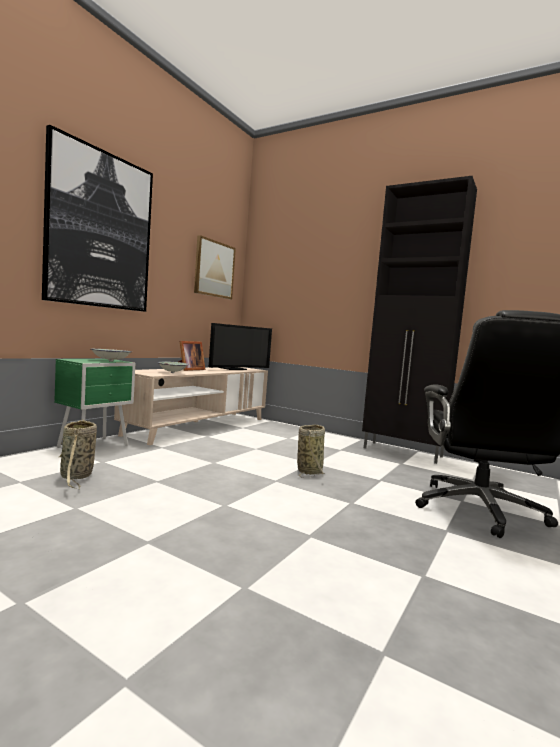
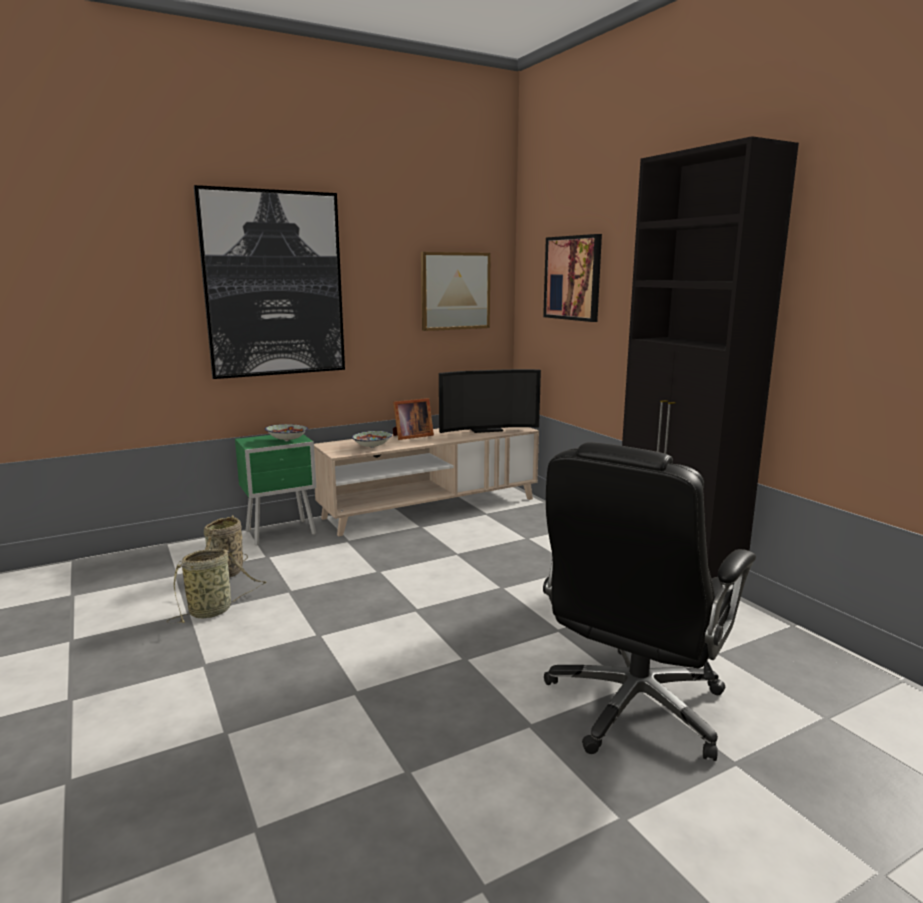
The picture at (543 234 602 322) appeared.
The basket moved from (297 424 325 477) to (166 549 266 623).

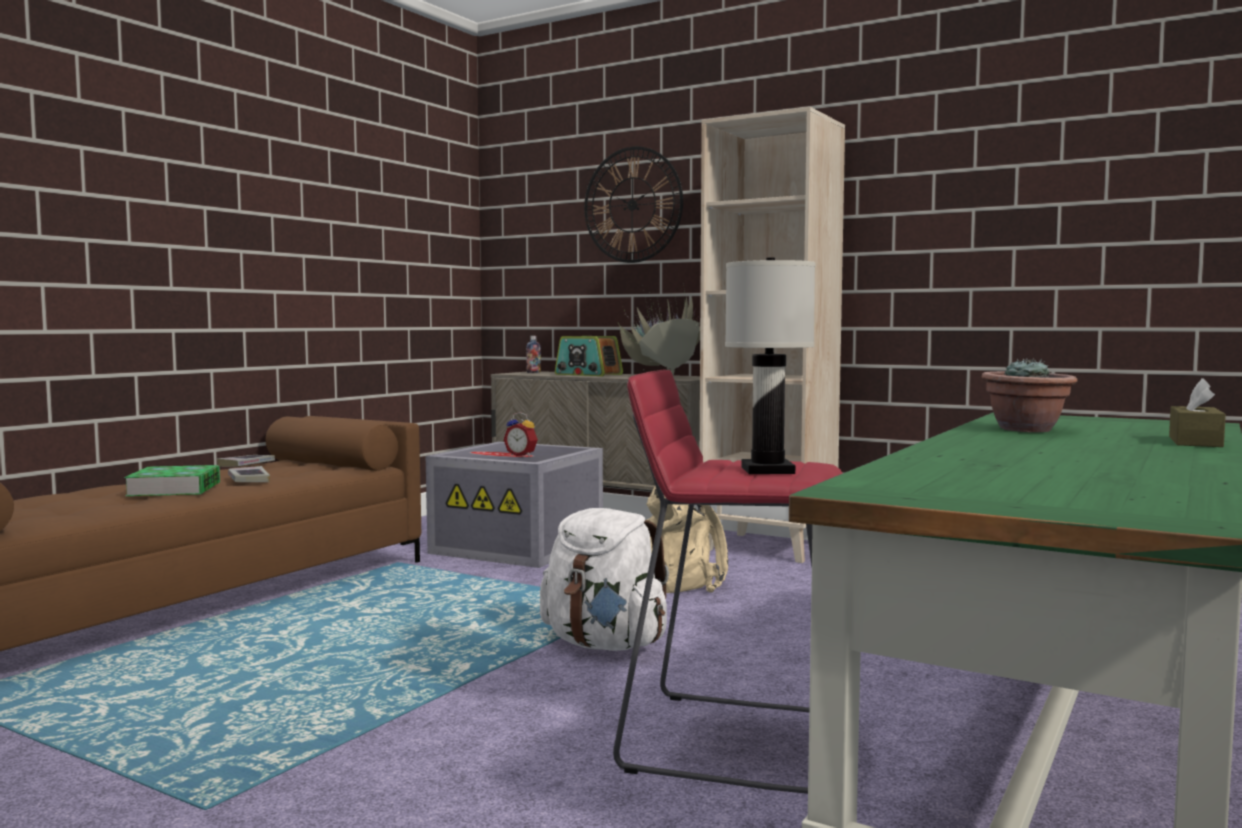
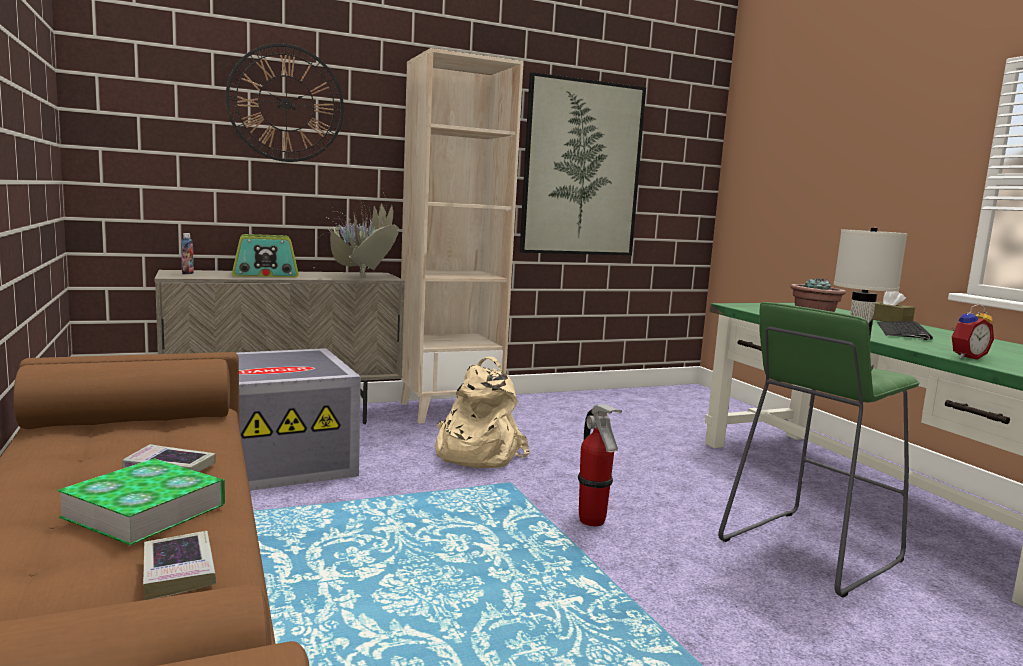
The picture at (519 72 646 255) appeared.
The keyboard at (877 321 933 340) appeared.
The book moved from (217 455 275 467) to (143 531 216 600).
The alarm clock moved from (504 412 538 457) to (952 304 994 360).
The white backpack at (540 508 669 651) was replaced by the fire extinguisher at (578 404 622 526).
The red stool at (613 370 842 794) became the green stool at (718 302 920 598).

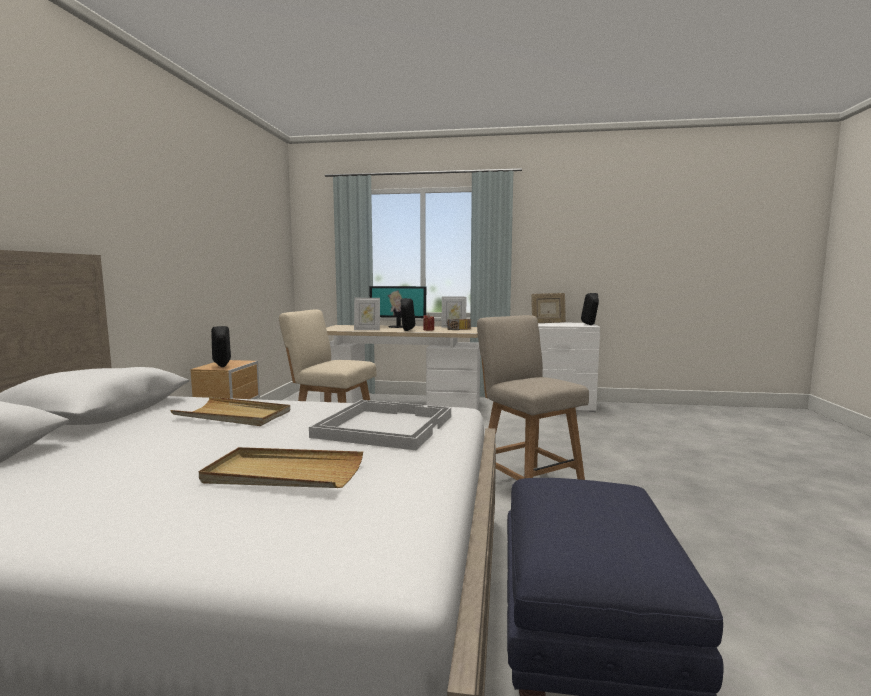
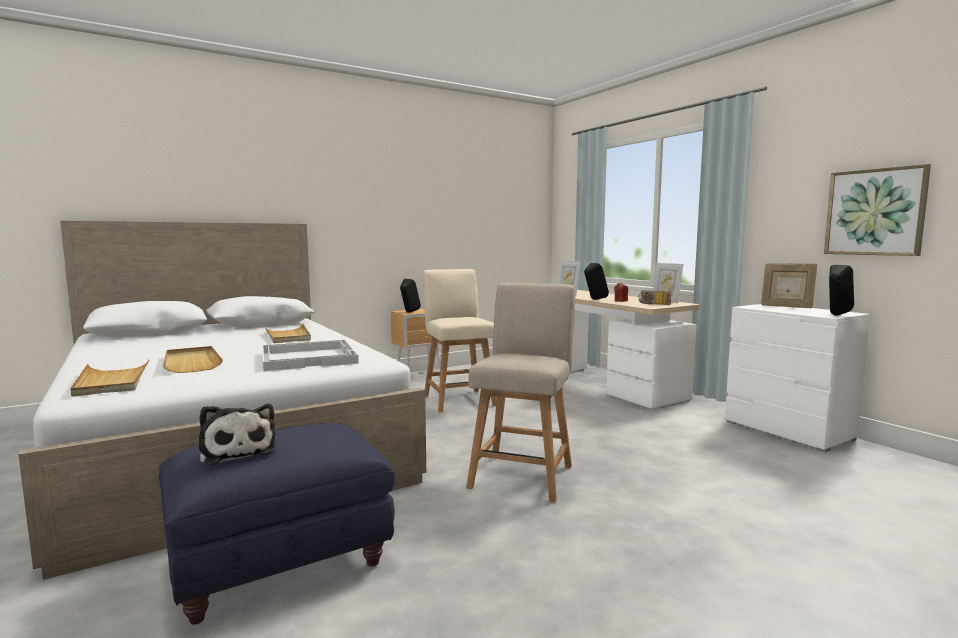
The monitor at (370 286 426 328) disappeared.
The beige tray at (70 359 150 397) appeared.
The plush toy at (199 403 276 466) appeared.
The picture at (824 164 931 256) appeared.

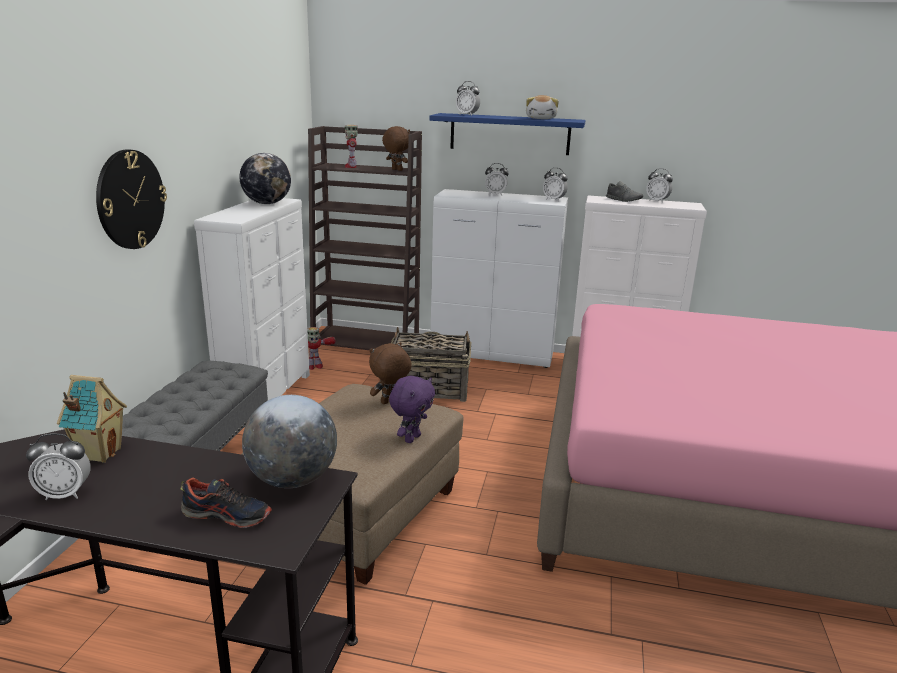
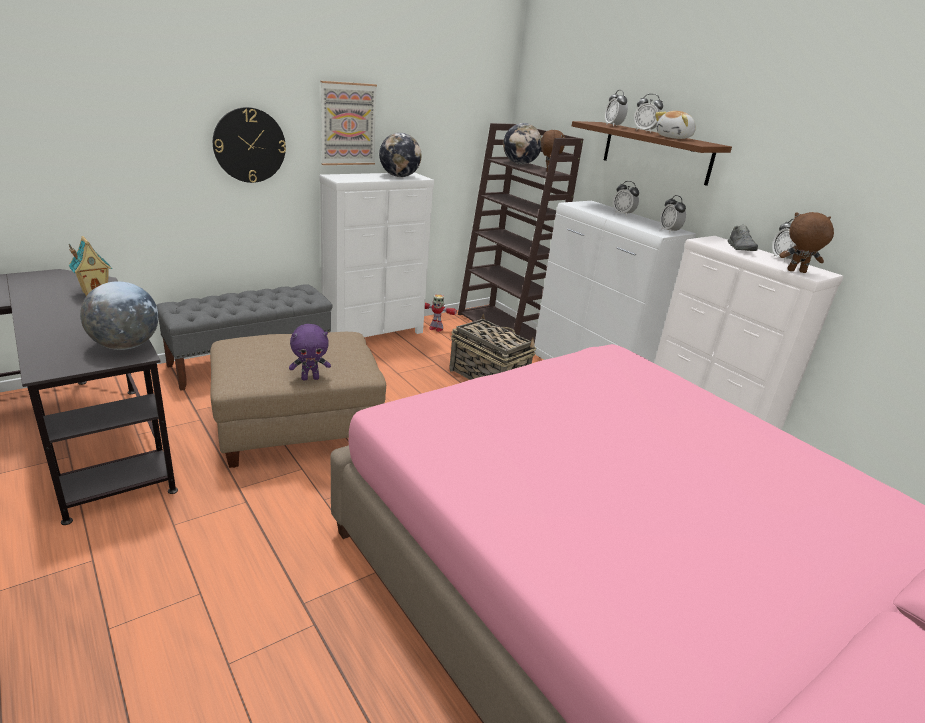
The shoe at (180 478 272 528) disappeared.
The picture at (320 81 377 165) appeared.
The alarm clock moved from (26 433 91 500) to (634 94 663 133).
The brown plush toy moved from (369 342 412 404) to (779 212 834 273).
The toy robot at (345 125 358 168) was replaced by the globe at (503 123 542 164).
The blue shelf at (429 113 586 155) became the brown shelf at (572 121 732 186).

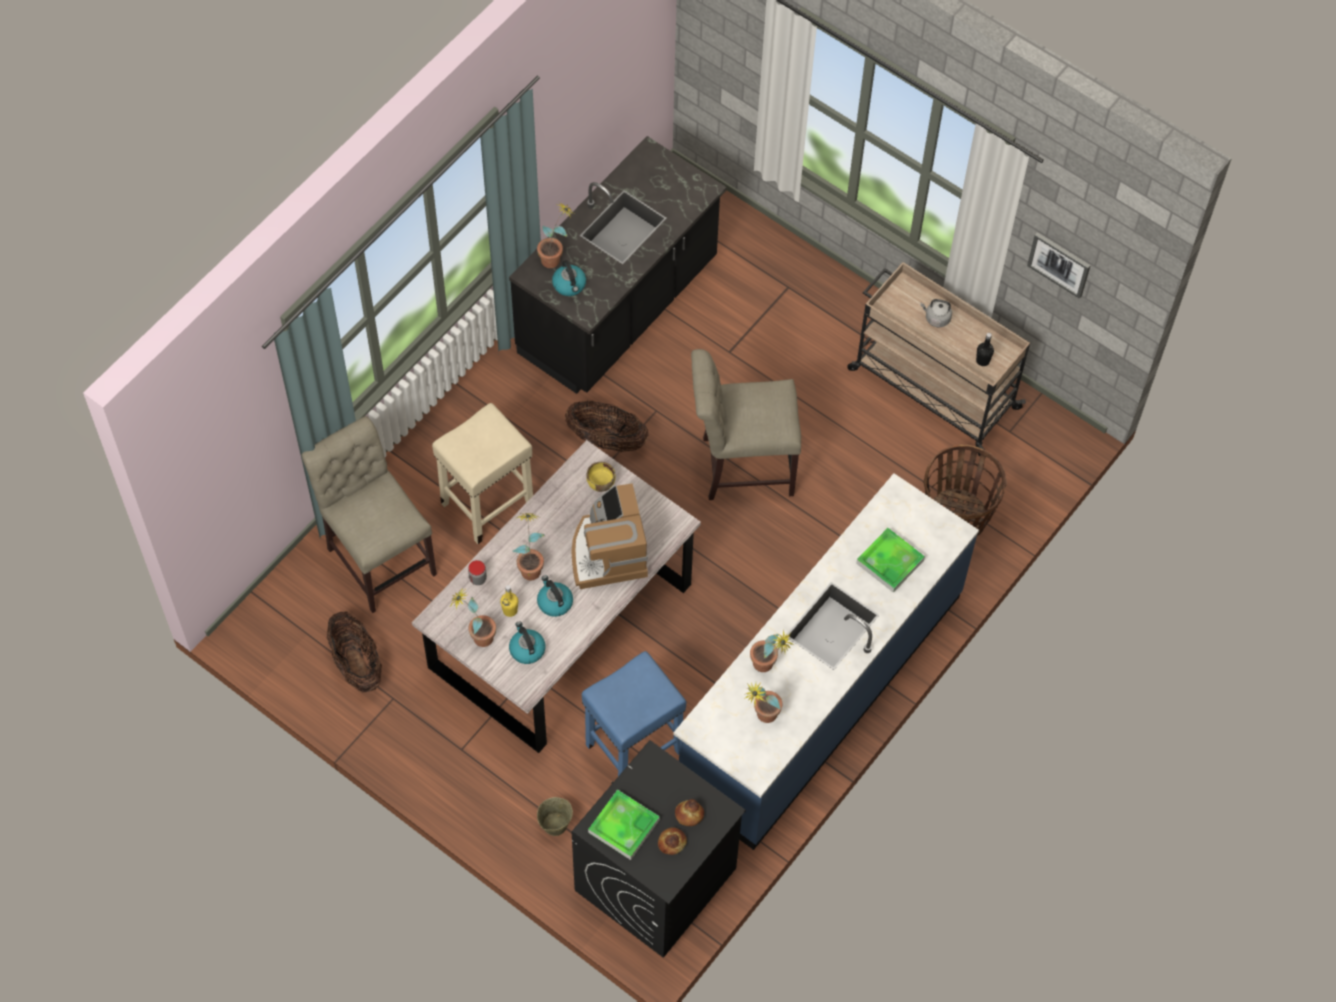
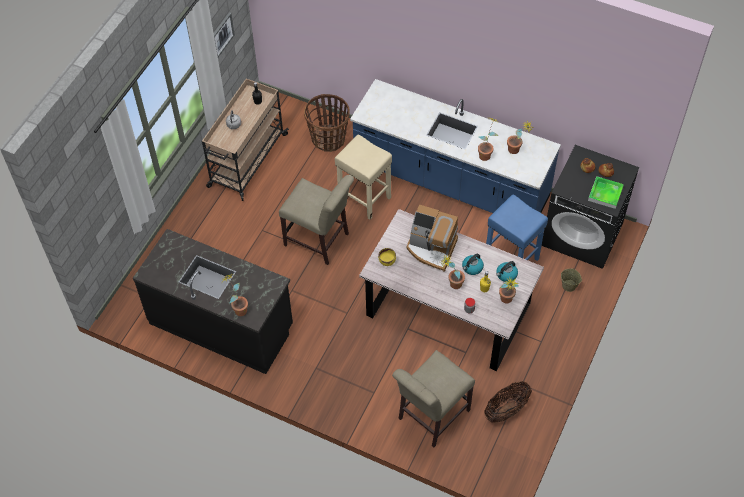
The kettle at (552 260 586 296) disappeared.
The basket at (565 401 649 452) disappeared.
The tray at (856 528 925 593) disappeared.
The beige stool moved from (432 403 533 544) to (335 135 392 220).
The coffee machine at (571 483 648 589) turned 45 degrees clockwise.
The beige chair at (691 349 801 500) turned 45 degrees counterclockwise.

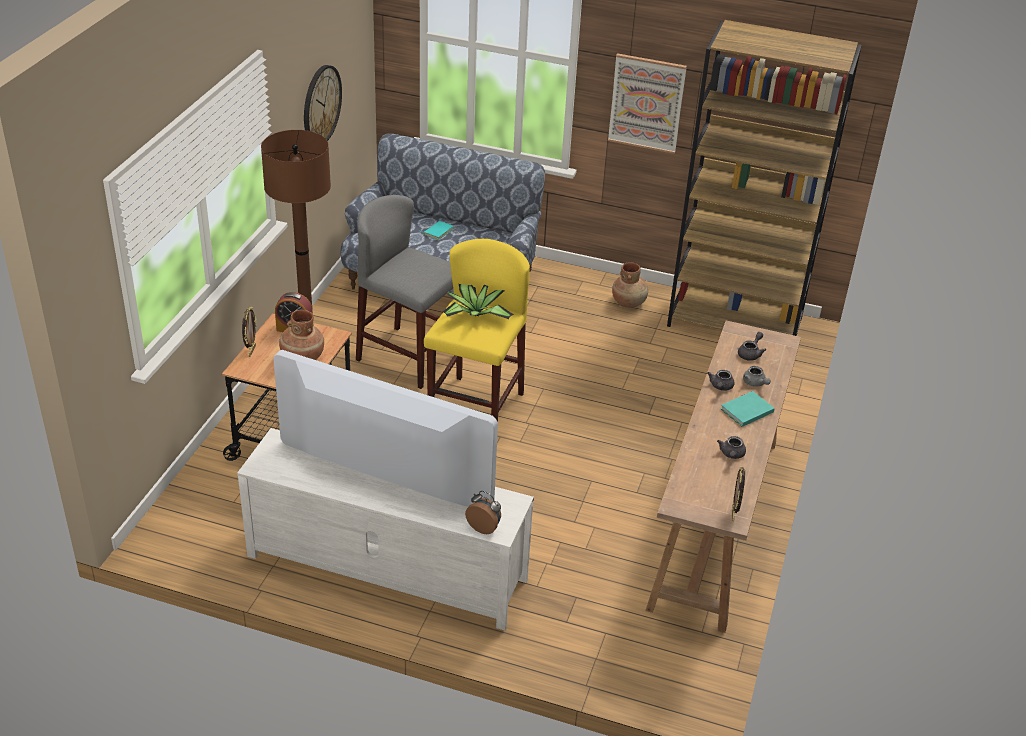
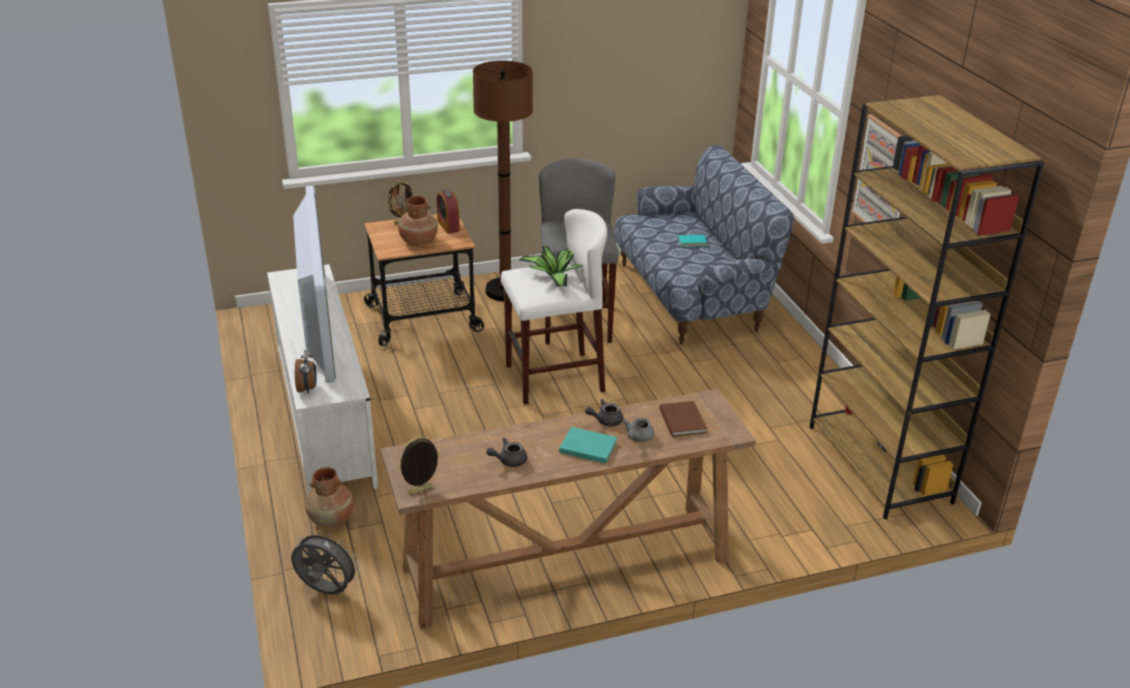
The wall clock at (304 65 342 141) disappeared.
The grey fan at (291 530 360 595) appeared.
The brown vase moved from (612 262 648 308) to (305 467 354 527).
The grey teapot at (738 332 766 361) was replaced by the brown book at (660 401 707 437).
The yellow stool at (424 239 530 422) became the white stool at (501 209 607 404).

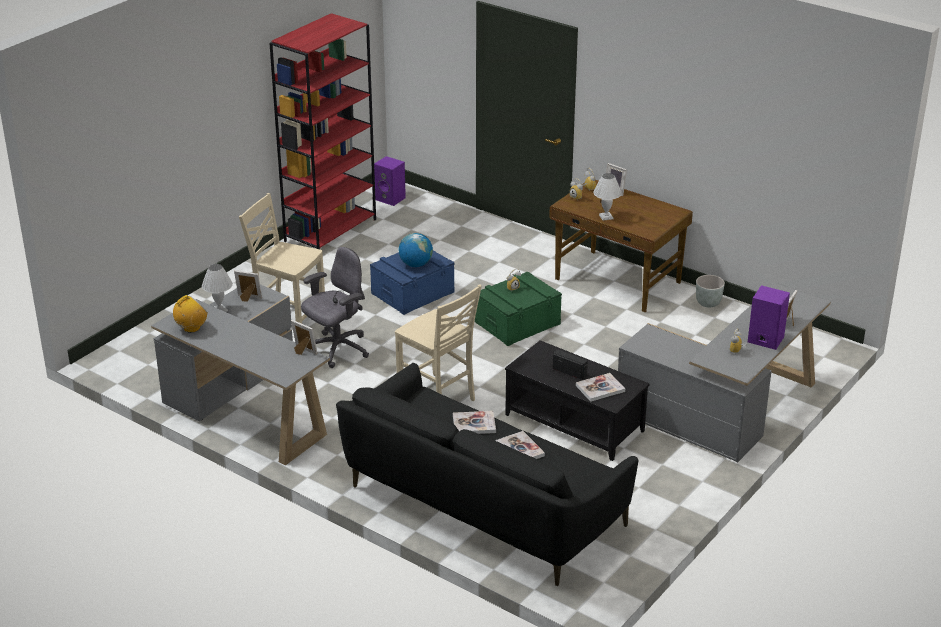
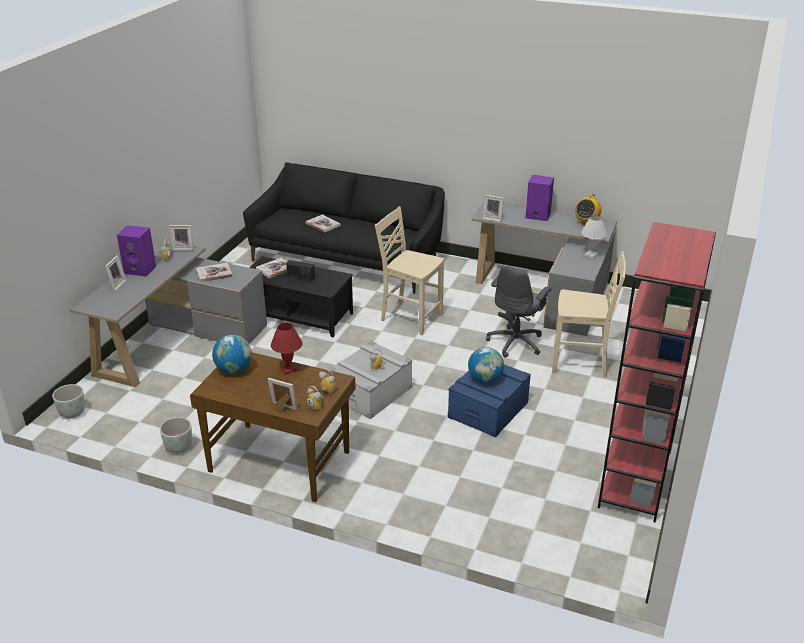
The grey planter at (52 384 85 419) appeared.
The globe at (212 335 252 374) appeared.
The picture frame moved from (234 270 262 301) to (169 225 193 250).
The purple speaker moved from (374 156 406 206) to (525 175 554 221).
The book moved from (453 411 496 434) to (196 263 232 282).
The green storage box at (475 272 562 346) became the grey storage box at (329 341 412 419).
The white table lamp at (593 173 622 221) became the red table lamp at (271 323 303 375).

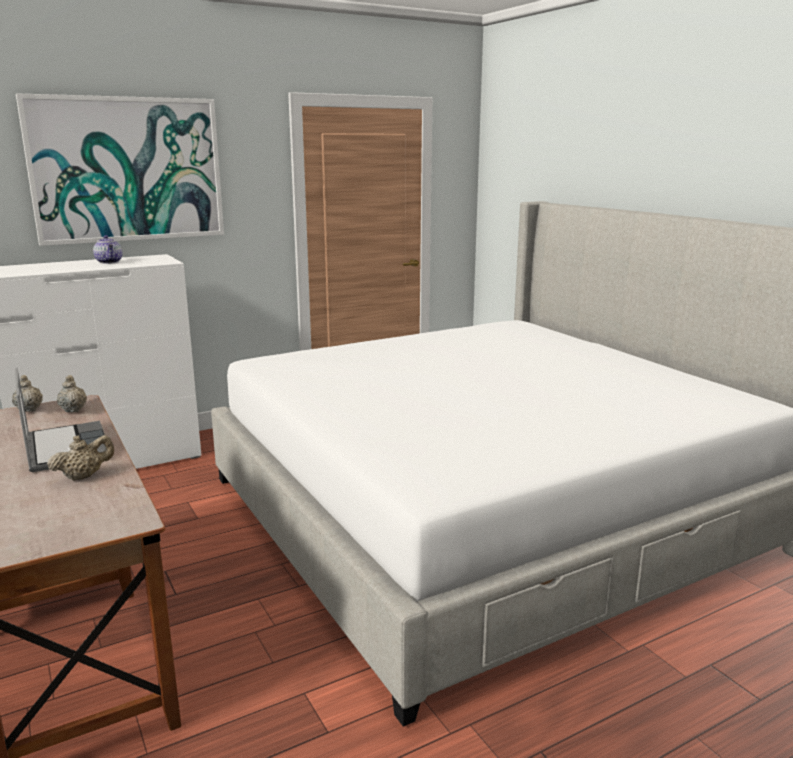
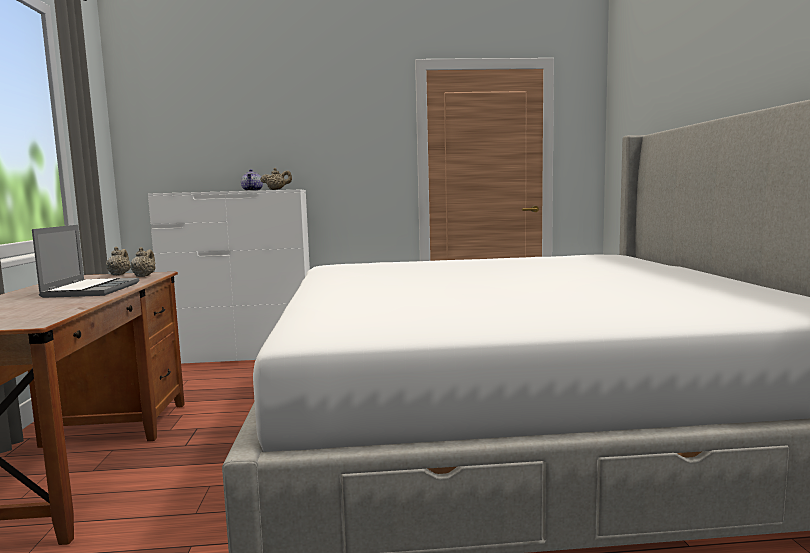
The picture at (16 93 224 246) disappeared.
The beige teapot moved from (47 435 114 481) to (260 168 292 190).

